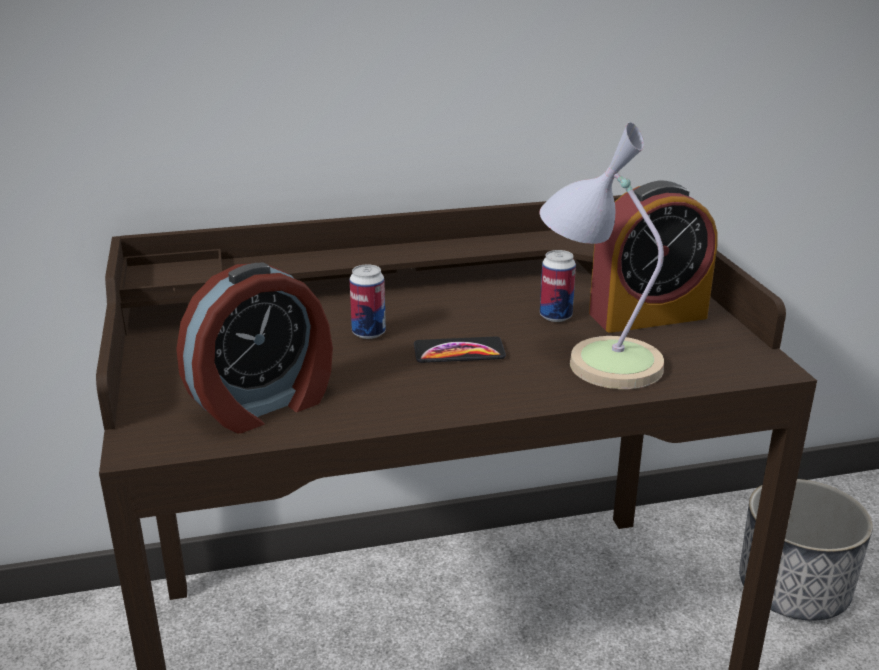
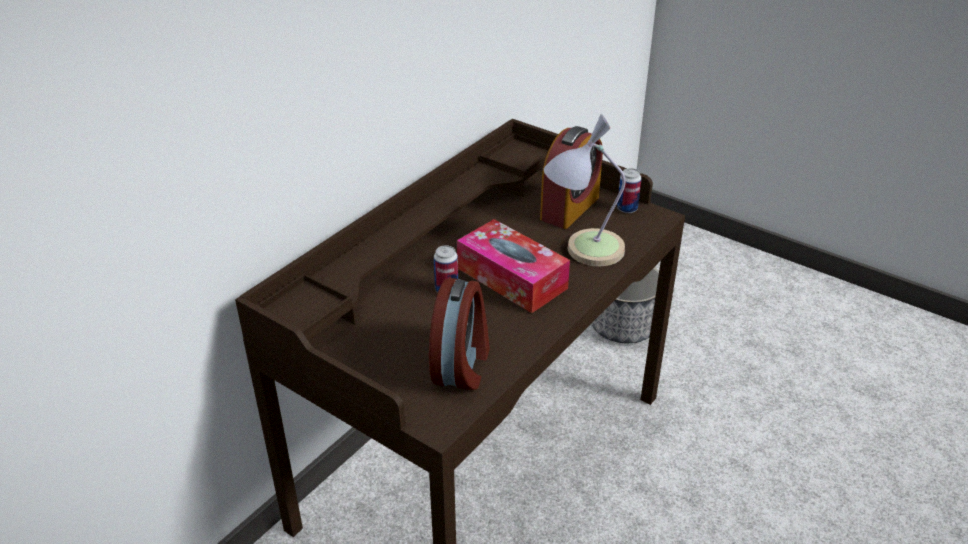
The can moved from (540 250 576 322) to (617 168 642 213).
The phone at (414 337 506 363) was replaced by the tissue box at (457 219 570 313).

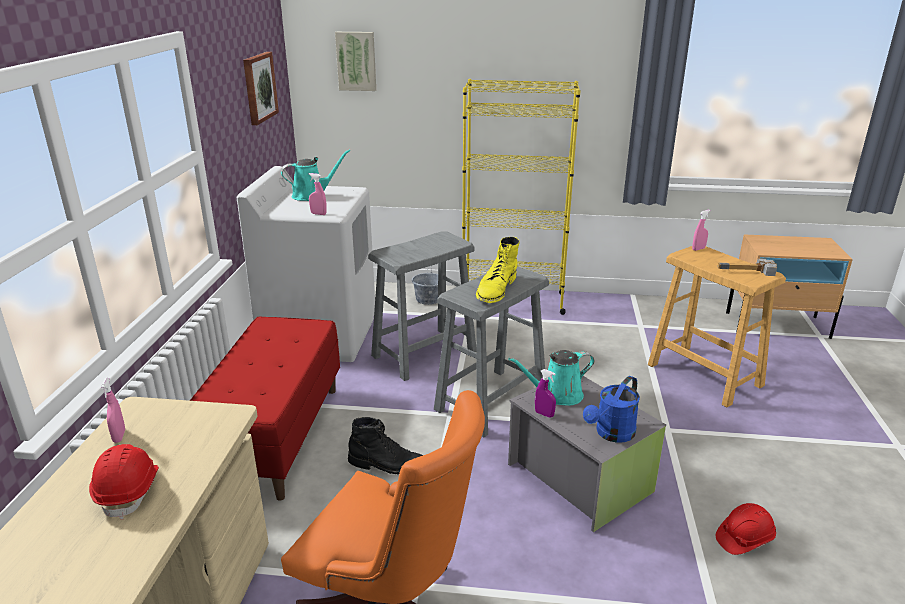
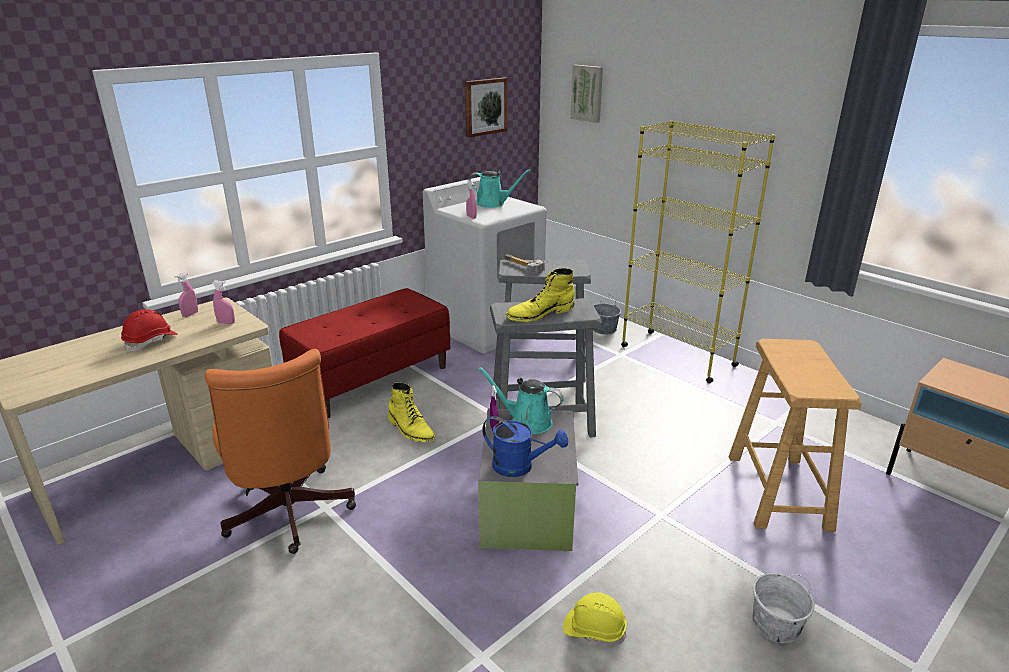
The white bucket at (753 573 815 643) appeared.
The pink spray bottle moved from (692 210 711 251) to (212 281 235 324).
The hammer moved from (717 258 777 276) to (505 255 545 274).
The black boot at (348 417 423 474) became the yellow boot at (388 382 436 442).
The red hard hat at (716 503 776 555) became the yellow hard hat at (563 592 627 645).
The blue watering can at (583 376 640 443) turned 150 degrees counterclockwise.

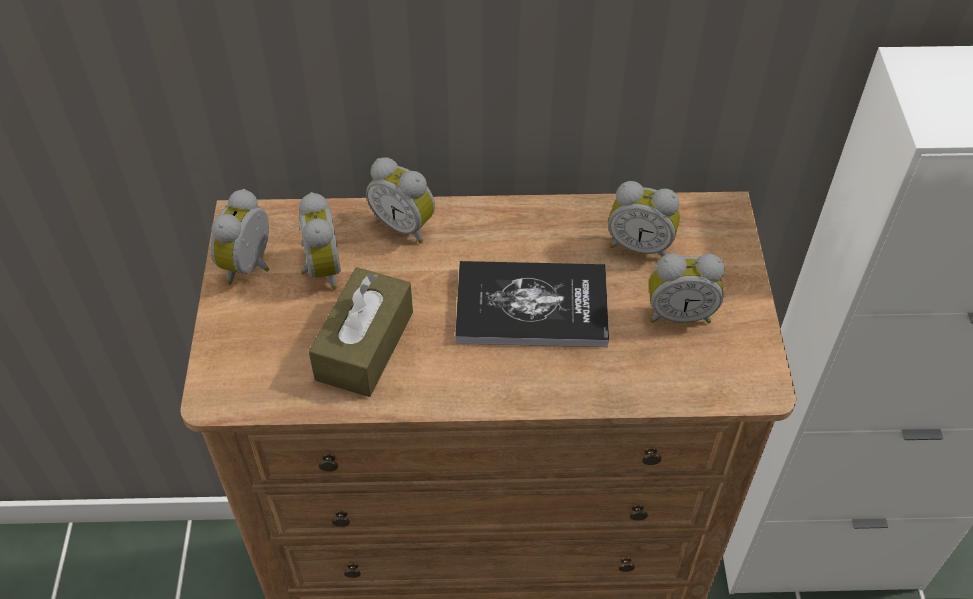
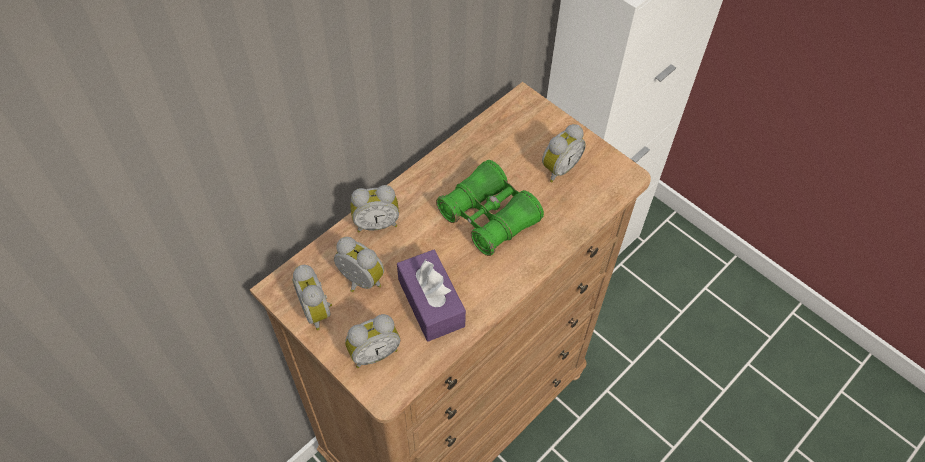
The alarm clock moved from (608 181 680 258) to (345 314 400 368).
The book at (455 261 609 347) was replaced by the green binoculars at (436 160 544 256).
The brown tissue box at (309 267 413 397) became the purple tissue box at (397 250 466 341).

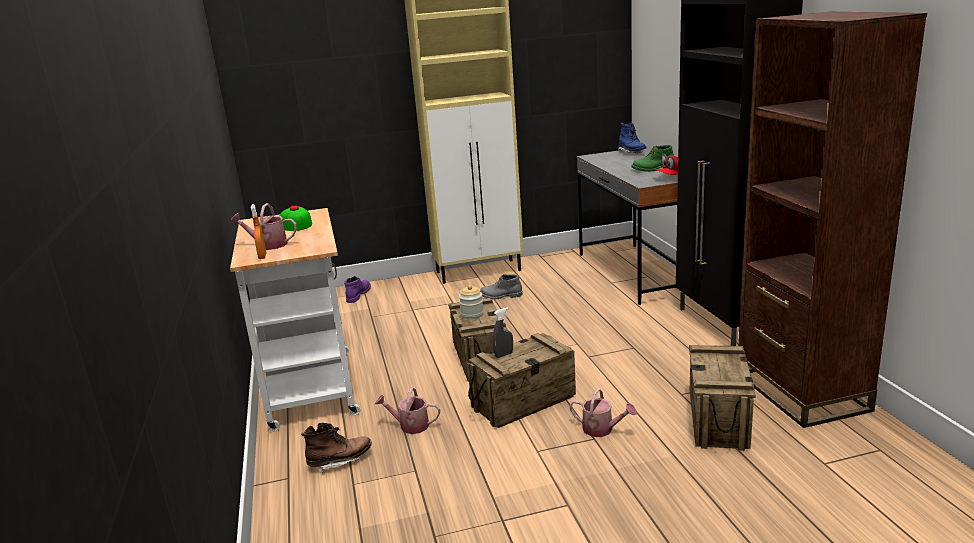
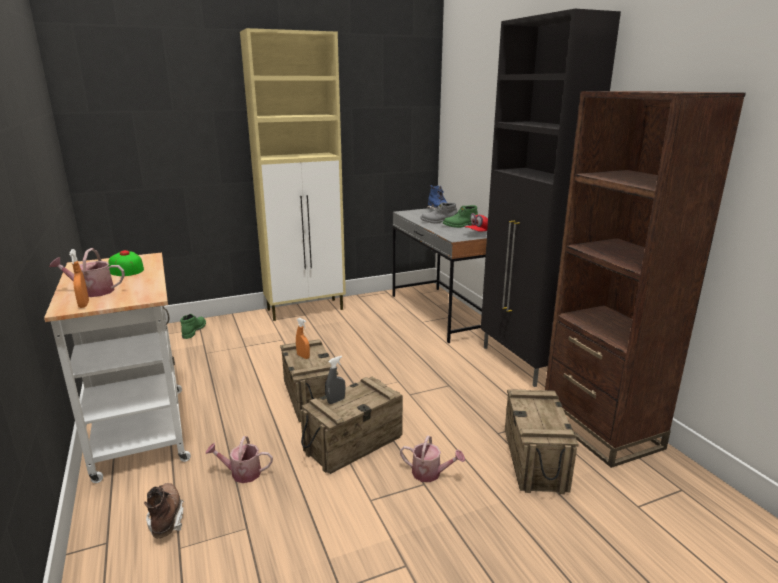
The grey boot moved from (480 274 523 299) to (420 202 457 224).
The jar at (459 285 484 319) was replaced by the orange spray bottle at (296 318 310 359).
The purple boot at (344 276 371 303) became the green boot at (180 314 206 339).
The brown boot at (301 423 372 474) turned 75 degrees counterclockwise.

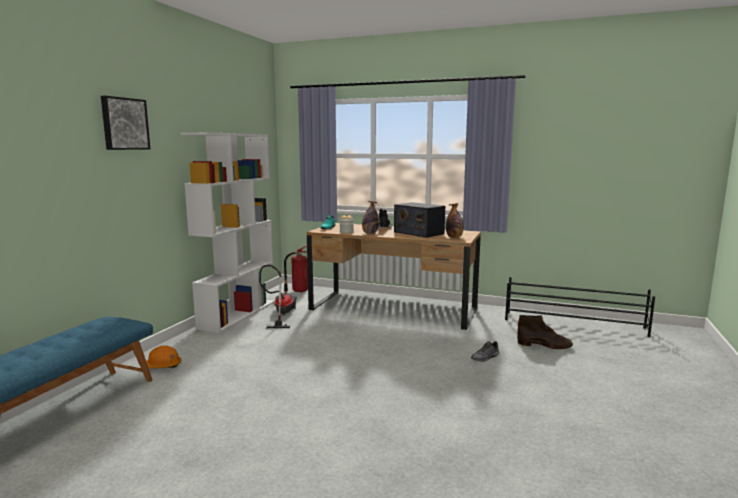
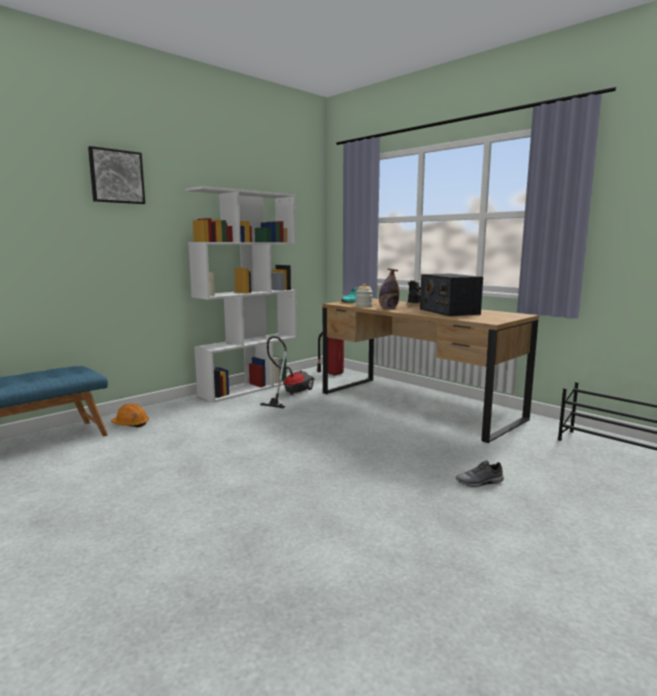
The bottle at (446 203 463 238) disappeared.
The brown boot at (517 315 573 349) disappeared.

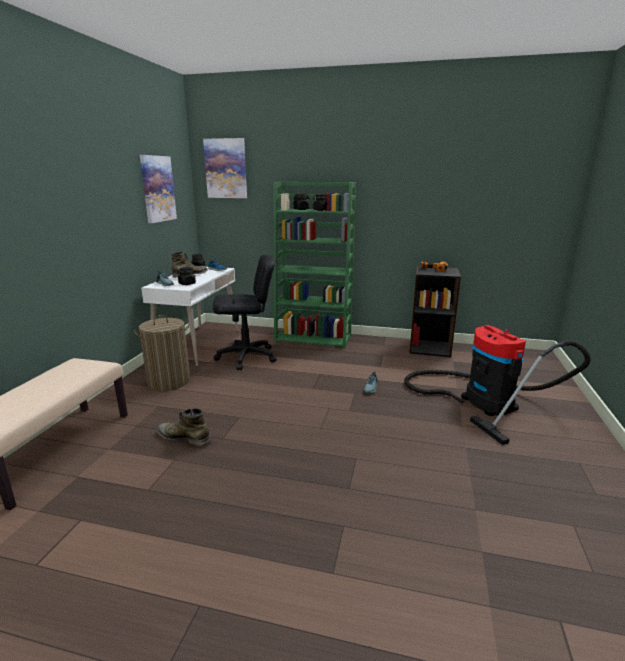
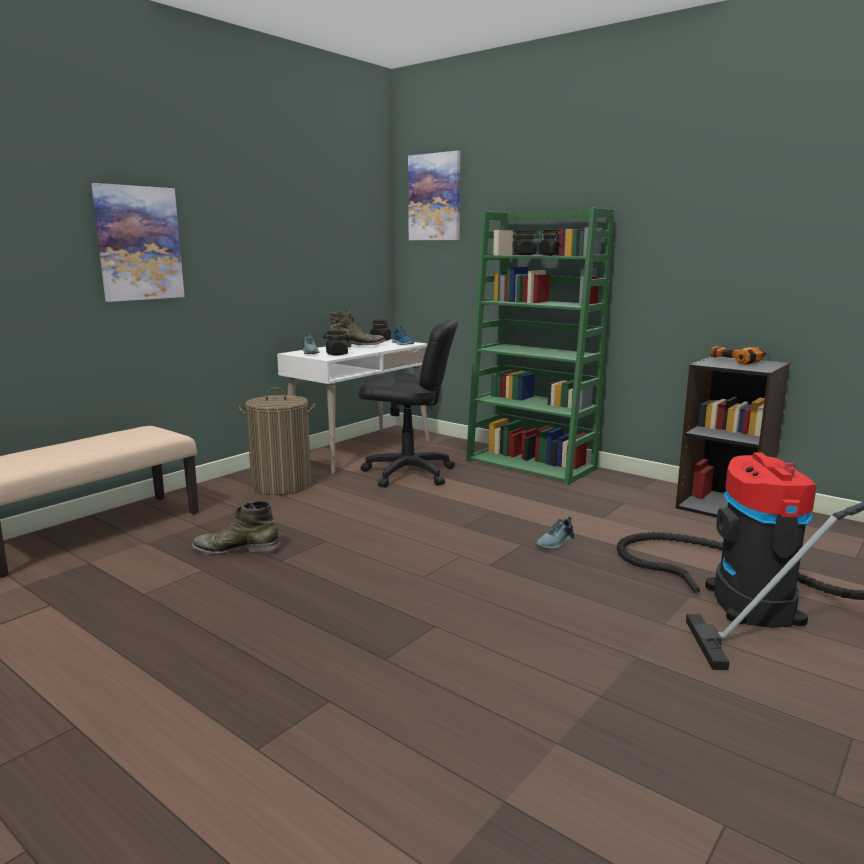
The picture moved from (140 155 177 223) to (91 183 185 302).
The green boot at (157 408 211 446) turned 45 degrees counterclockwise.

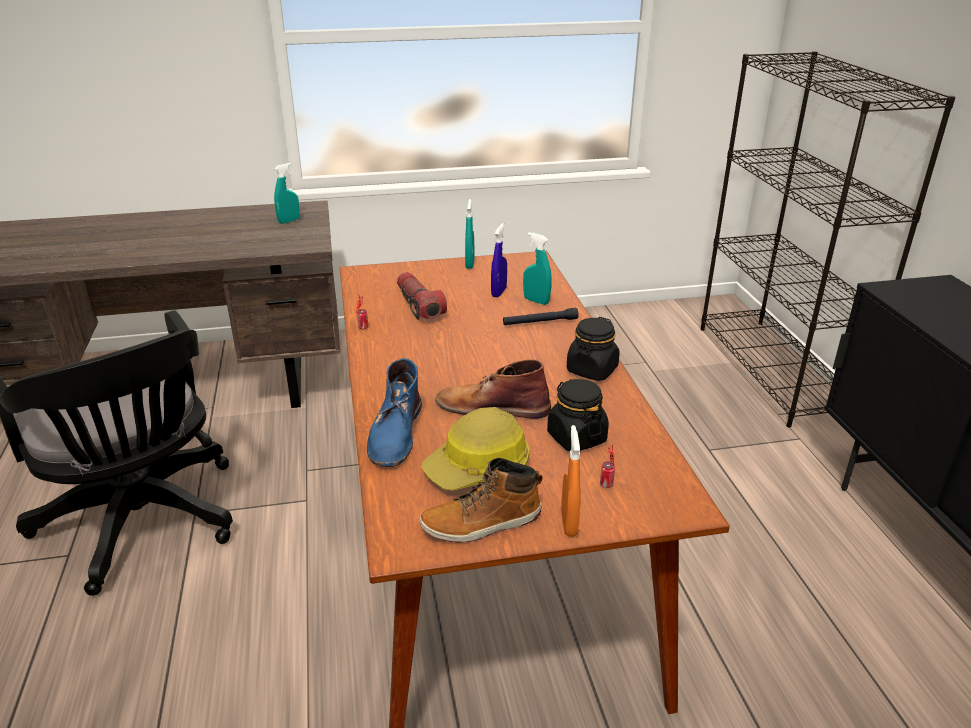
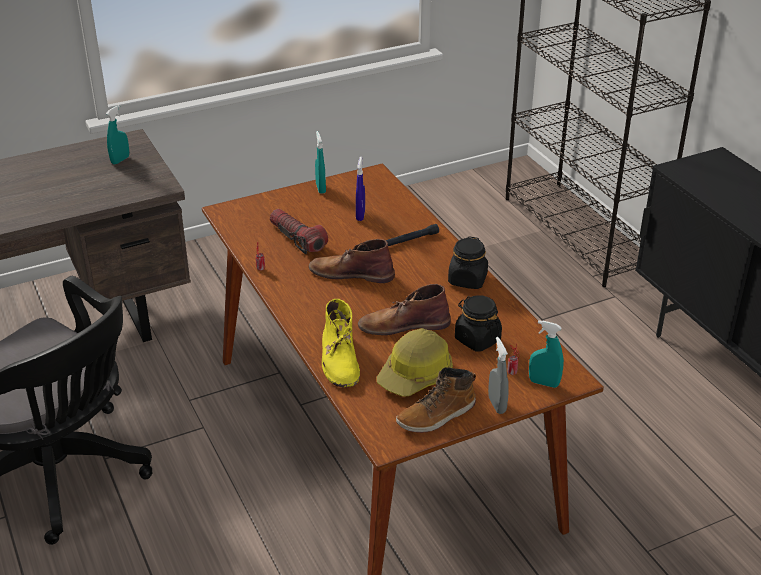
The brown boot at (309 239 395 283) appeared.
The turquoise spray bottle moved from (523 232 552 305) to (529 320 564 388).
The blue boot at (367 358 422 467) became the yellow boot at (322 299 360 388).
The orange spray bottle at (561 425 581 537) became the grey spray bottle at (488 337 509 414).

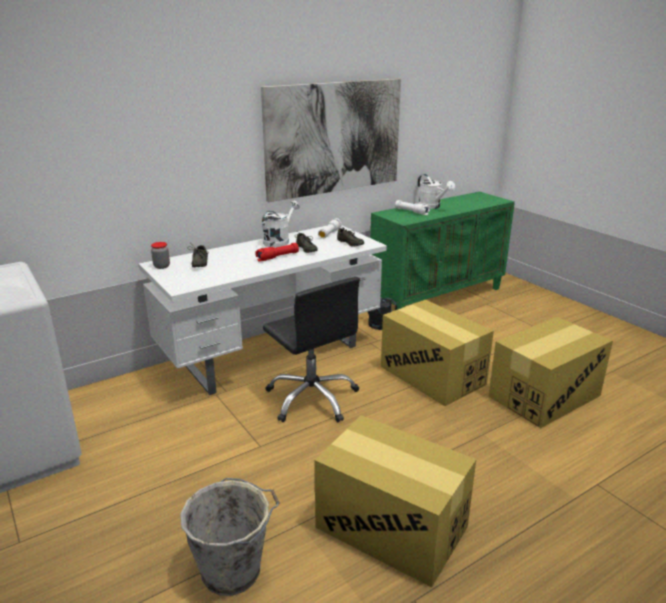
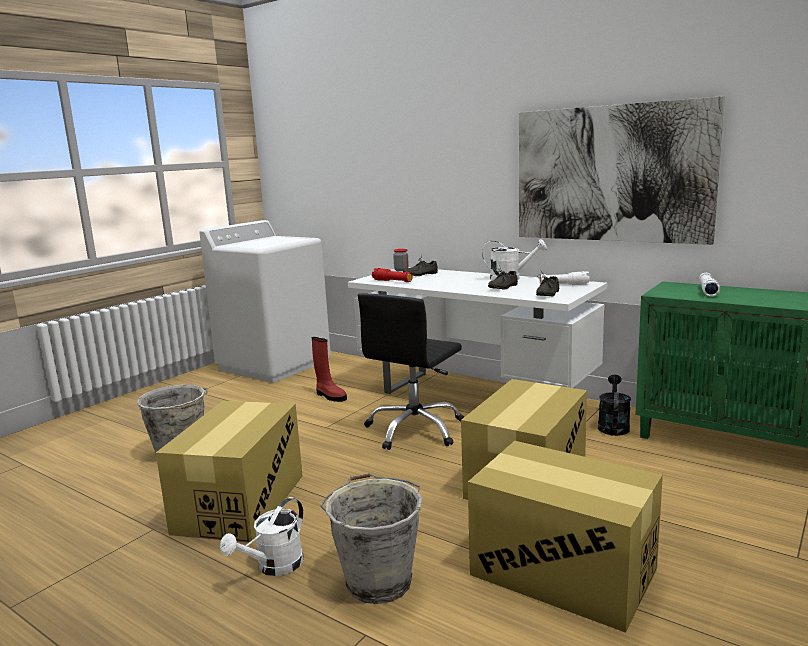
The red boot at (312 337 347 402) appeared.
The grey bucket at (320 473 422 604) appeared.
The red flashlight moved from (255 243 299 261) to (372 268 413 282).
The white watering can moved from (418 174 455 209) to (220 497 303 576).

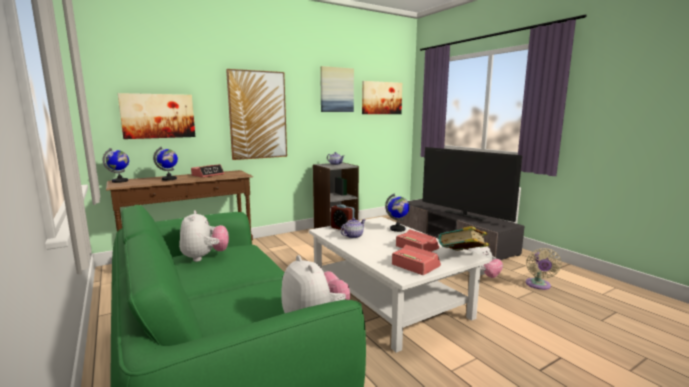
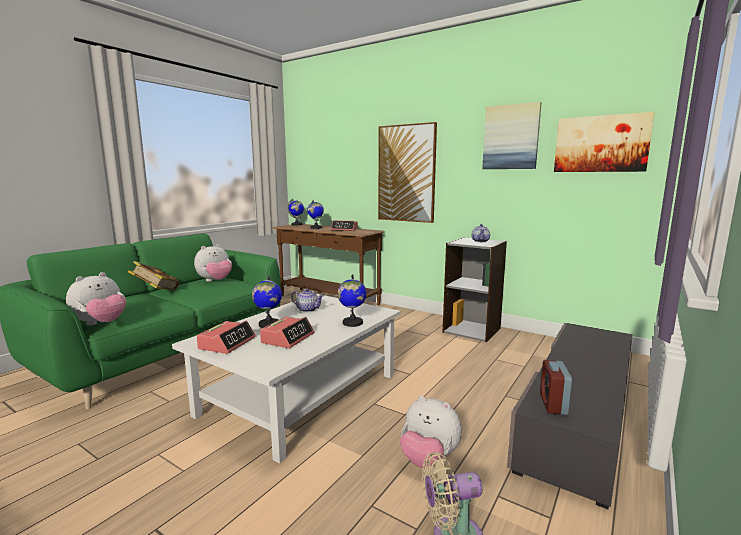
The picture at (118 93 195 139) disappeared.
The television at (423 147 522 222) disappeared.
The globe at (252 275 282 328) appeared.
The alarm clock moved from (331 204 355 231) to (540 360 572 415).
The book moved from (438 226 489 251) to (128 261 179 291).

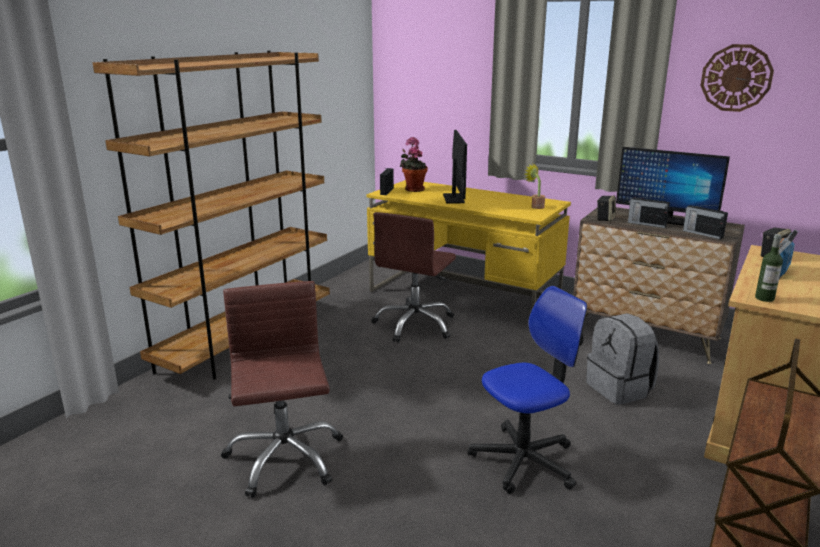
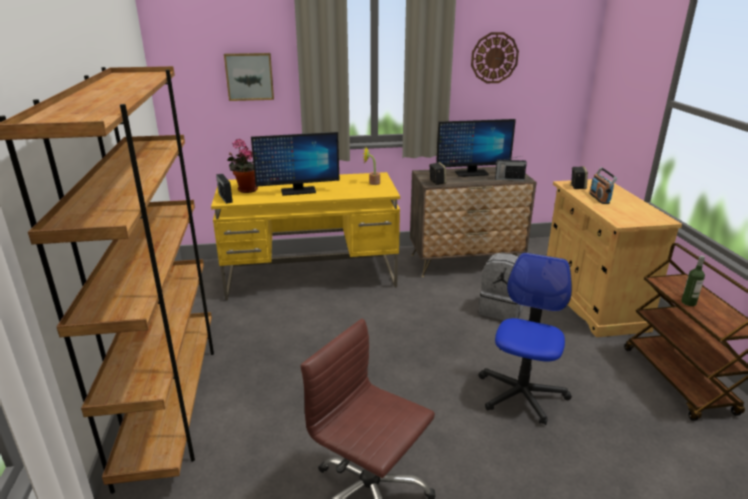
The brown office chair at (372 212 456 343) disappeared.
The radio at (628 195 670 228) disappeared.
The picture at (224 53 274 101) appeared.
The bottle moved from (755 234 783 302) to (681 256 705 306).
The monitor at (443 130 467 204) turned 120 degrees clockwise.

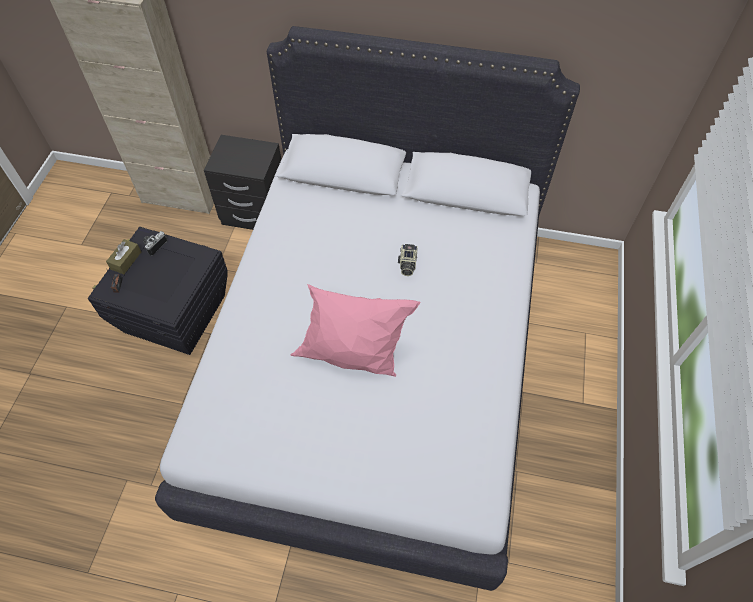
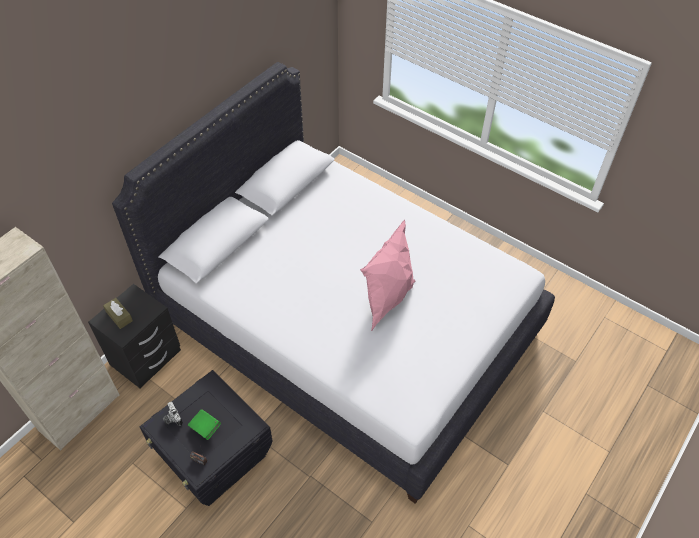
The photo camera at (398 244 418 276) disappeared.
The green book at (188 409 221 440) appeared.
The brown tissue box moved from (106 239 141 274) to (103 298 133 329).

